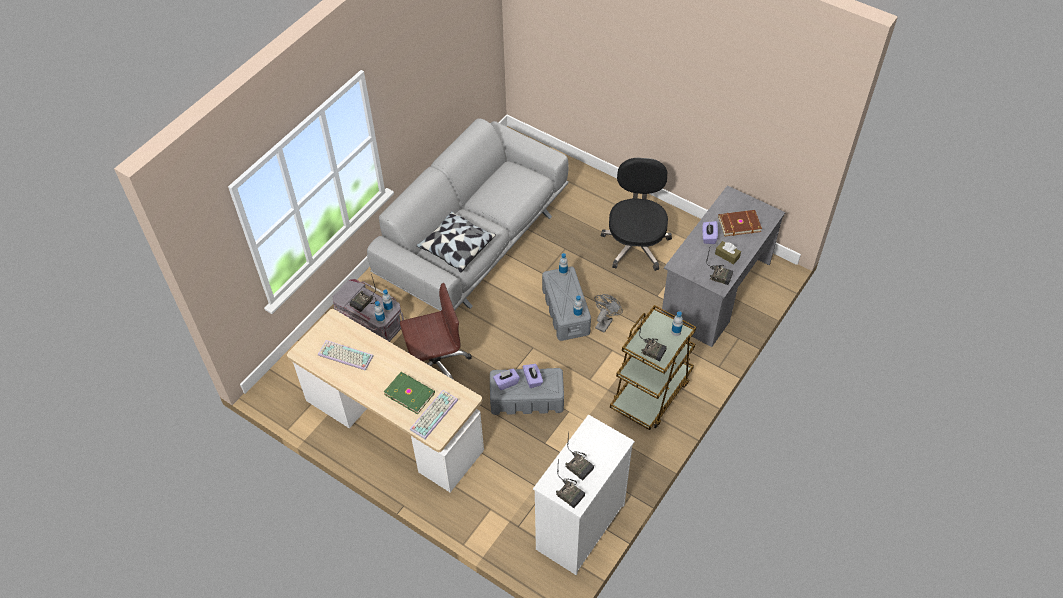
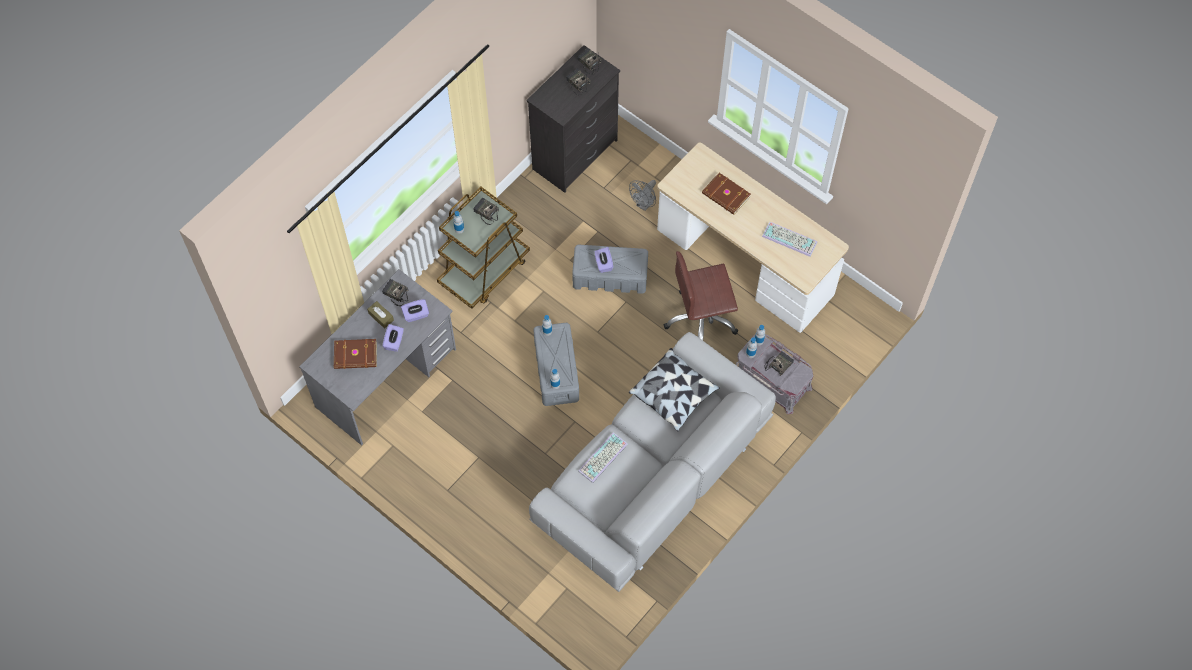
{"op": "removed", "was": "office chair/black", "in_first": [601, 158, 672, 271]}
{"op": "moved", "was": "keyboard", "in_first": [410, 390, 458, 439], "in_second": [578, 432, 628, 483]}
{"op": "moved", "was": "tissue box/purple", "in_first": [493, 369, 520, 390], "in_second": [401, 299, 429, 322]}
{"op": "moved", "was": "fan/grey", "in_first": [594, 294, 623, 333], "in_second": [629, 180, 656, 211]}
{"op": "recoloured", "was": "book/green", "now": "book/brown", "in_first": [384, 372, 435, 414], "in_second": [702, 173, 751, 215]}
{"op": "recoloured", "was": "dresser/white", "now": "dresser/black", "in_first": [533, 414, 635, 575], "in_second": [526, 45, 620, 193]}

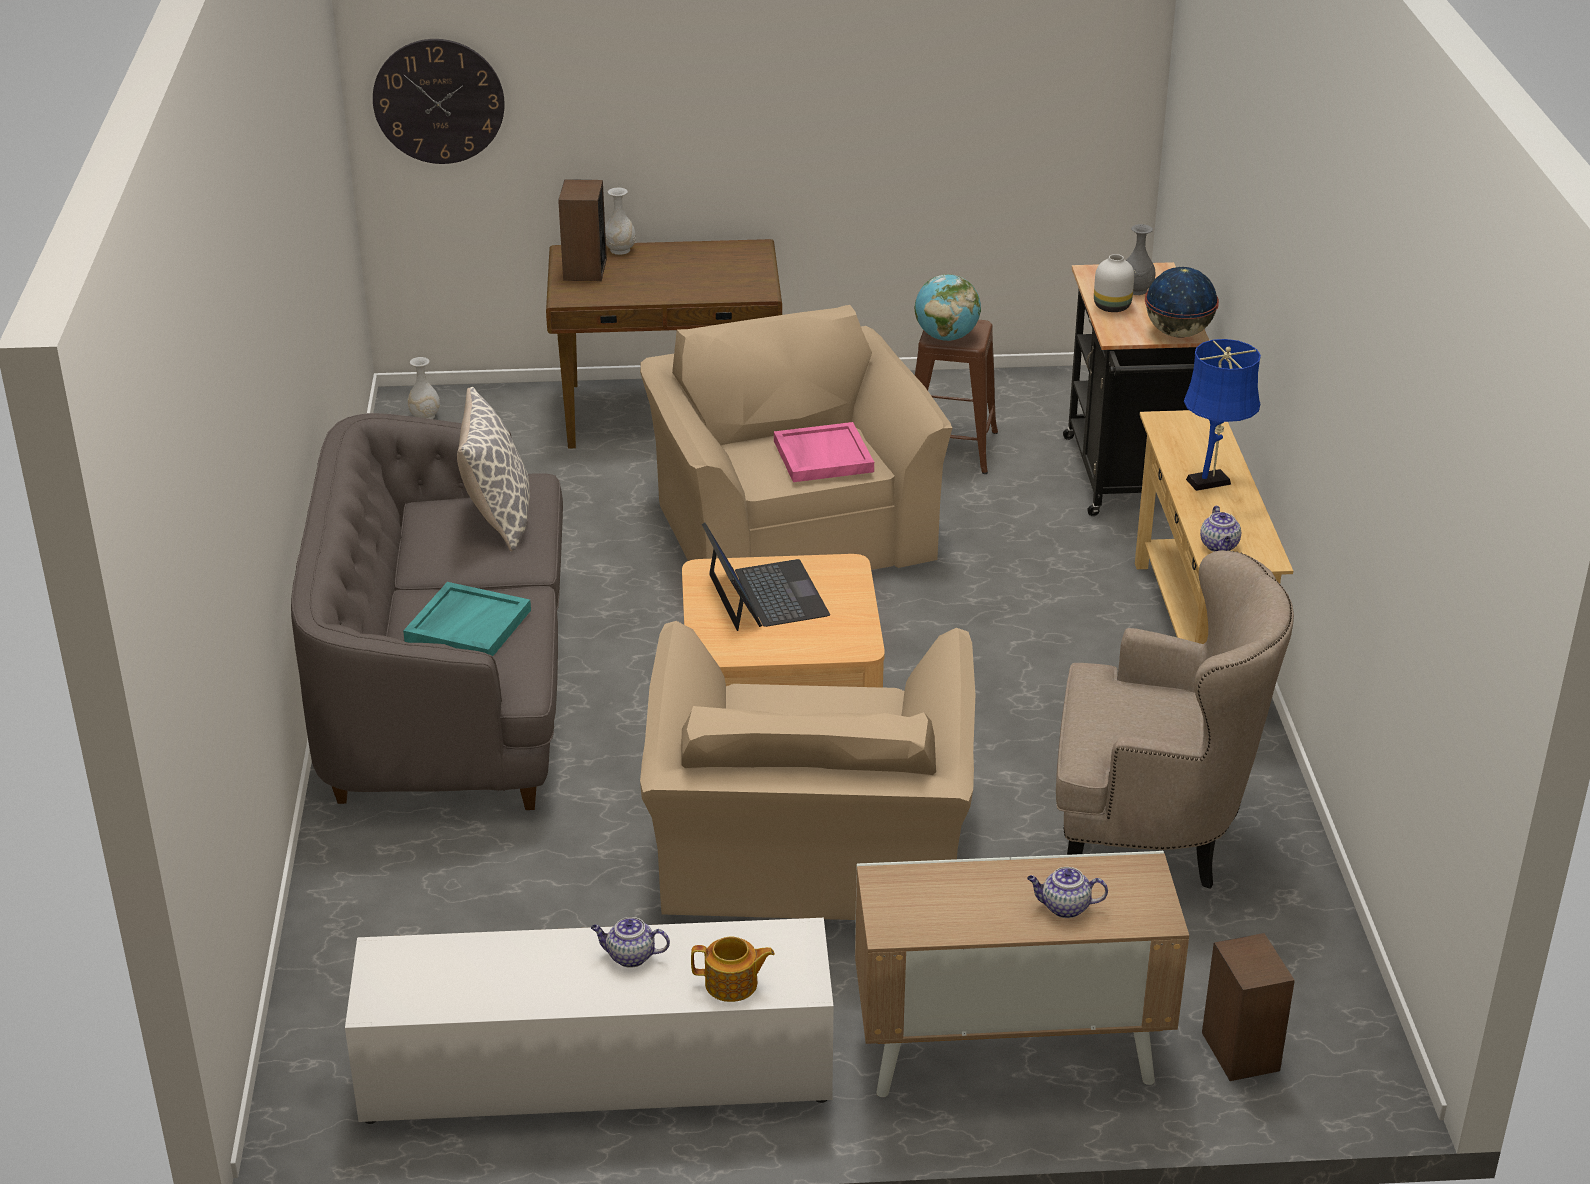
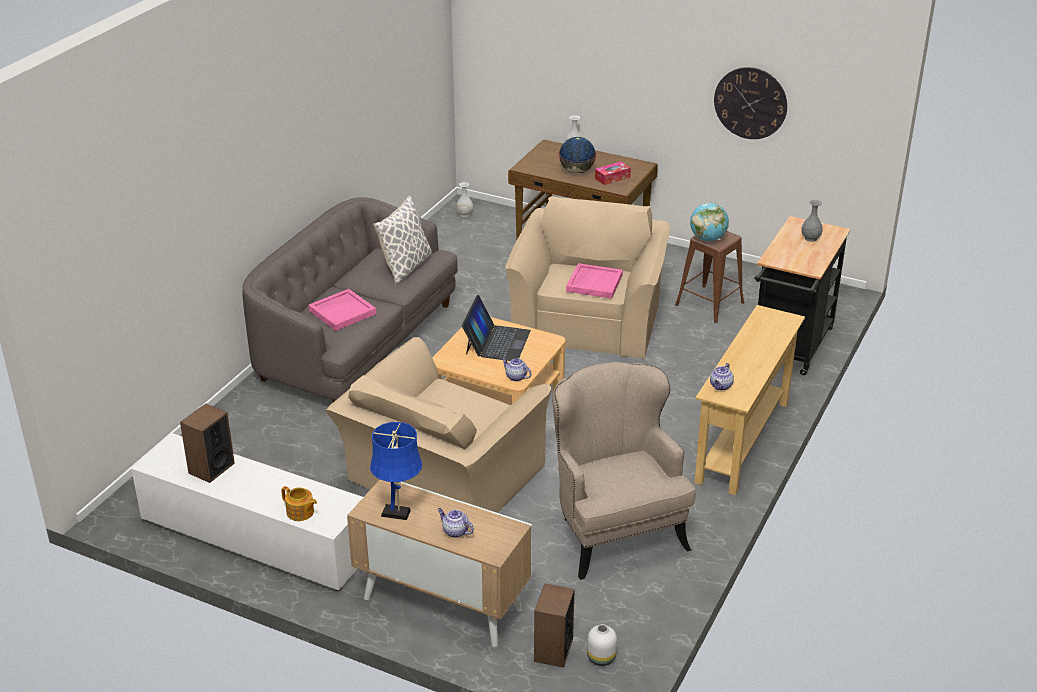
{"op": "added", "now": "tissue box", "in_second": [595, 162, 631, 185]}
{"op": "moved", "was": "wall clock", "in_first": [373, 39, 505, 164], "in_second": [714, 67, 787, 139]}
{"op": "moved", "was": "speaker", "in_first": [558, 179, 607, 281], "in_second": [180, 404, 235, 483]}
{"op": "moved", "was": "teapot", "in_first": [591, 917, 670, 968], "in_second": [502, 357, 531, 381]}
{"op": "moved", "was": "vase/white", "in_first": [1094, 254, 1134, 312], "in_second": [587, 624, 617, 666]}
{"op": "moved", "was": "globe", "in_first": [1145, 267, 1219, 337], "in_second": [558, 137, 596, 174]}
{"op": "moved", "was": "table lamp/blue", "in_first": [1184, 339, 1261, 491], "in_second": [370, 422, 422, 520]}
{"op": "recoloured", "was": "tray/turquoise", "now": "tray/pink", "in_first": [403, 582, 531, 656], "in_second": [308, 289, 376, 331]}
{"op": "turned", "was": "armchair/beige", "in_first": [1056, 550, 1294, 889], "in_second": [552, 362, 695, 580], "clockwise": -150}

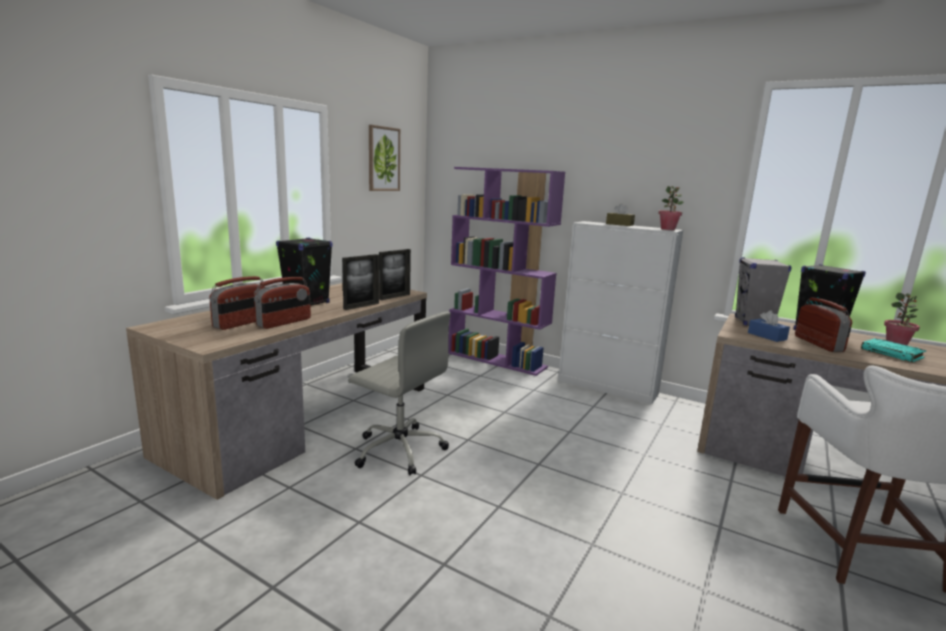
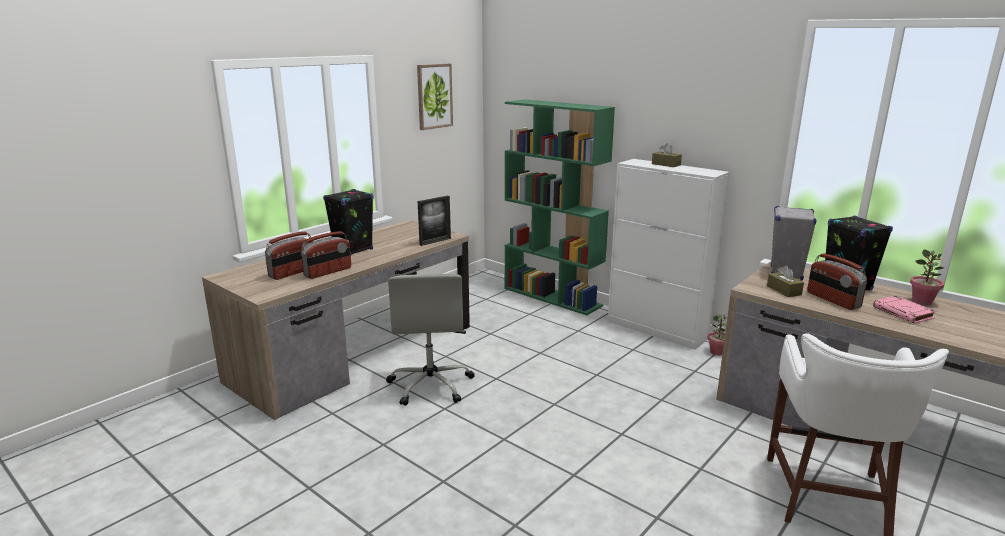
{"op": "removed", "was": "picture frame", "in_first": [342, 254, 379, 310]}
{"op": "moved", "was": "potted plant", "in_first": [658, 186, 684, 230], "in_second": [707, 314, 727, 355]}
{"op": "recoloured", "was": "bookcase/purple", "now": "bookcase/green", "in_first": [448, 167, 565, 376], "in_second": [505, 99, 615, 315]}
{"op": "recoloured", "was": "tissue box/blue", "now": "tissue box/brown", "in_first": [748, 310, 790, 342], "in_second": [767, 265, 804, 297]}
{"op": "recoloured", "was": "book/turquoise", "now": "book/pink", "in_first": [861, 338, 927, 362], "in_second": [873, 296, 936, 324]}
{"op": "turned", "was": "office chair/grey", "in_first": [348, 312, 451, 475], "in_second": [386, 274, 475, 406], "clockwise": 45}
{"op": "turned", "was": "radio", "in_first": [795, 298, 852, 352], "in_second": [807, 253, 867, 310], "clockwise": 150}

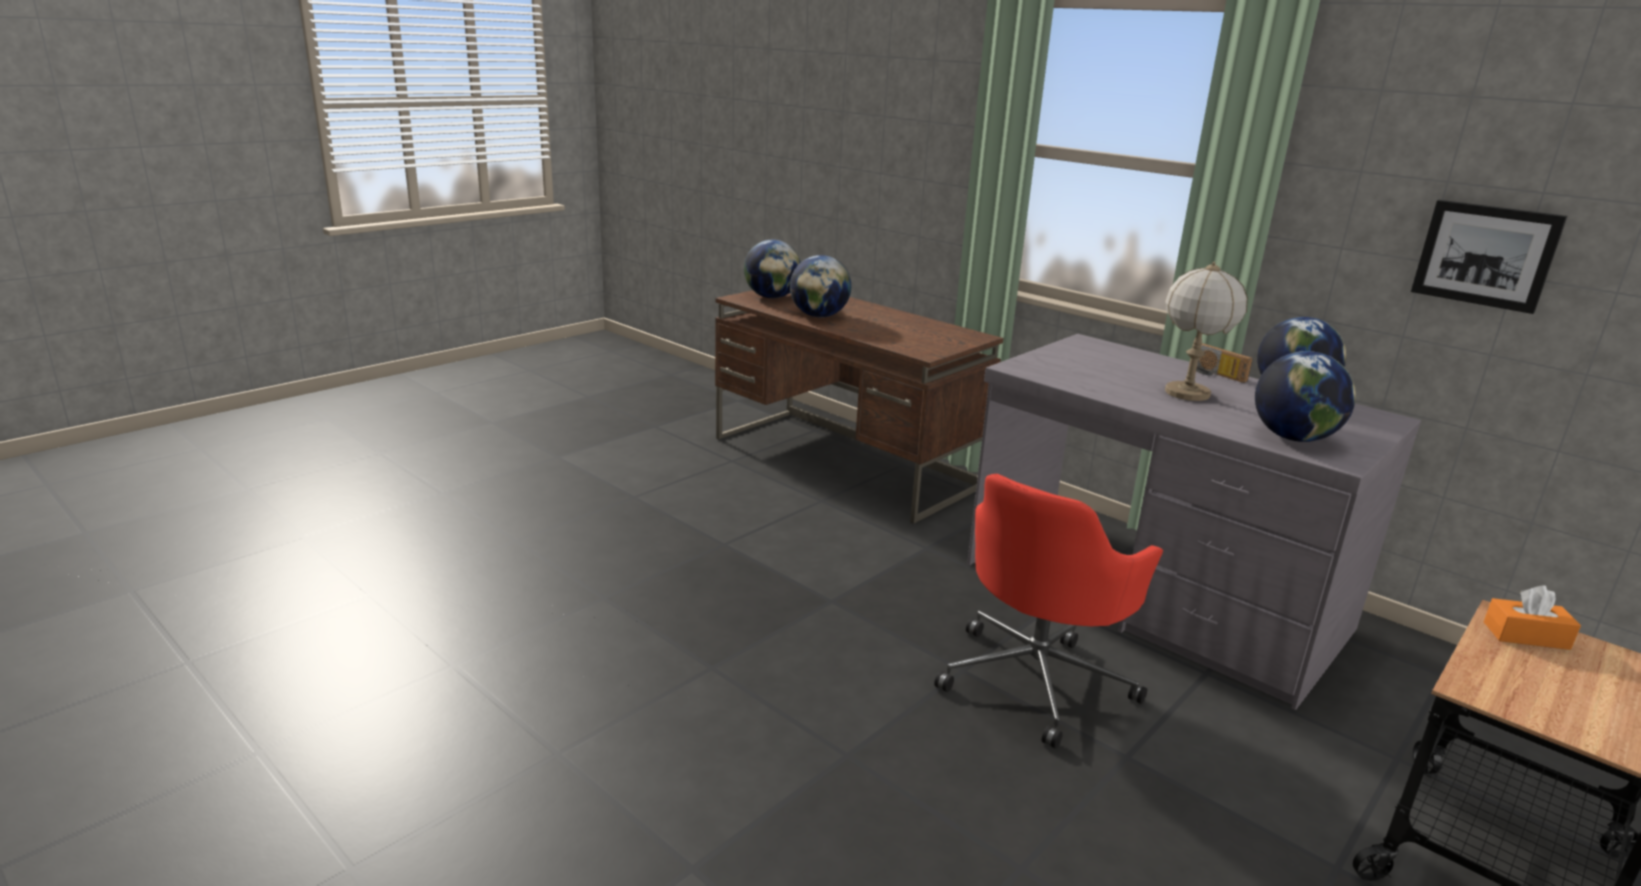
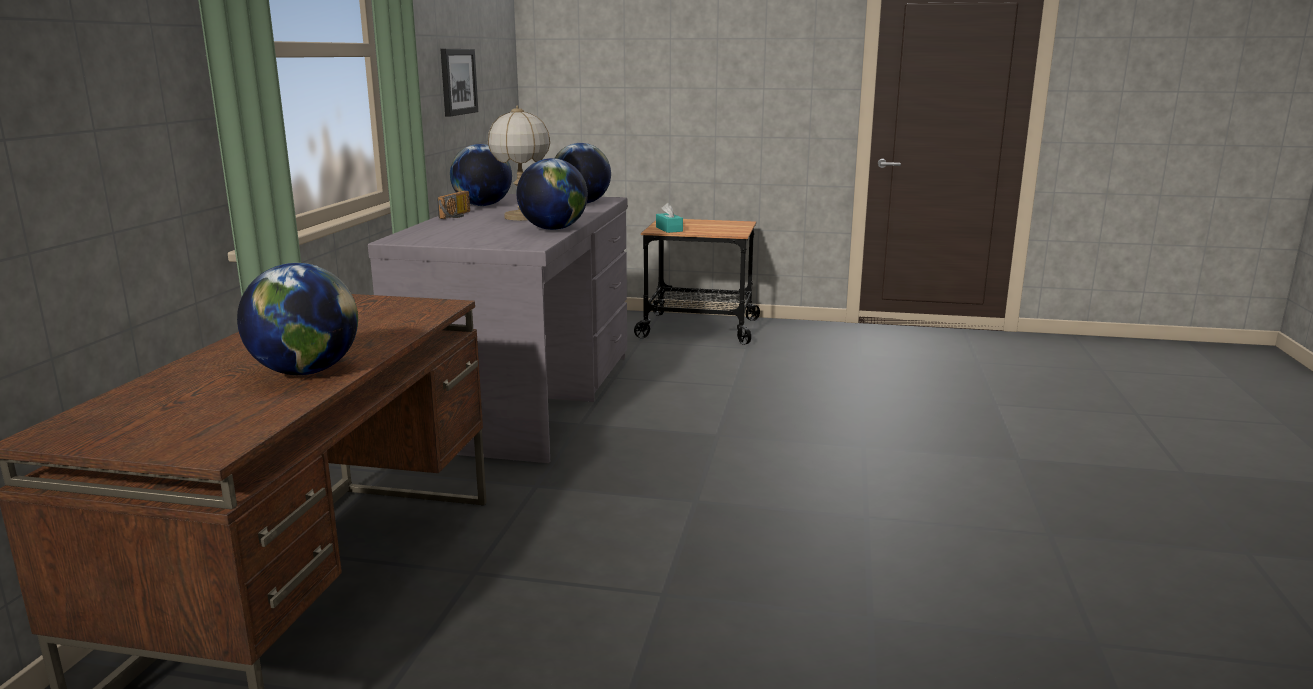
{"op": "removed", "was": "office chair/red", "in_first": [934, 474, 1163, 749]}
{"op": "moved", "was": "globe", "in_first": [744, 240, 801, 298], "in_second": [517, 158, 588, 230]}
{"op": "recoloured", "was": "tissue box/orange", "now": "tissue box/turquoise", "in_first": [1484, 586, 1581, 650], "in_second": [656, 203, 683, 233]}

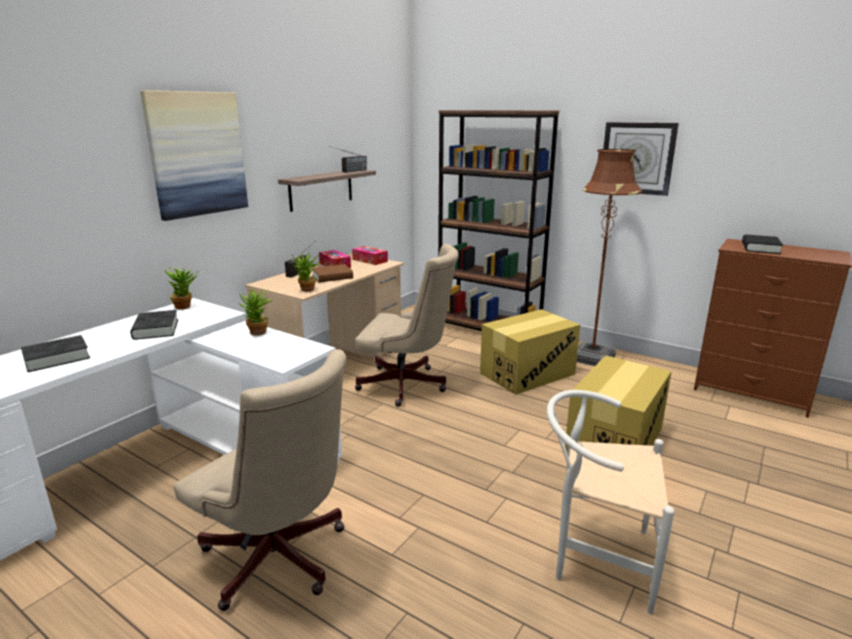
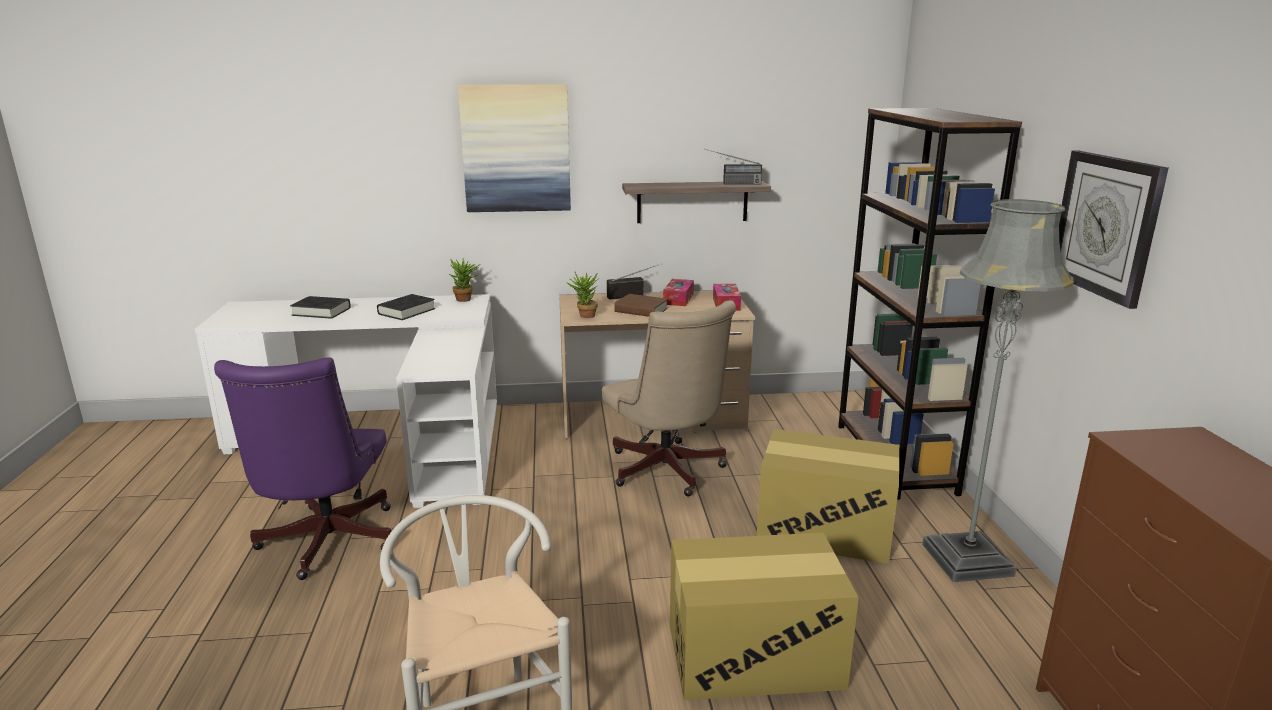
{"op": "removed", "was": "potted plant", "in_first": [239, 287, 272, 336]}
{"op": "removed", "was": "book/black", "in_first": [742, 235, 783, 254]}
{"op": "recoloured", "was": "office chair/beige", "now": "office chair/purple", "in_first": [174, 349, 347, 611], "in_second": [214, 357, 391, 580]}
{"op": "recoloured", "was": "floor lamp/brown", "now": "floor lamp/grey", "in_first": [577, 149, 642, 366], "in_second": [922, 199, 1074, 582]}

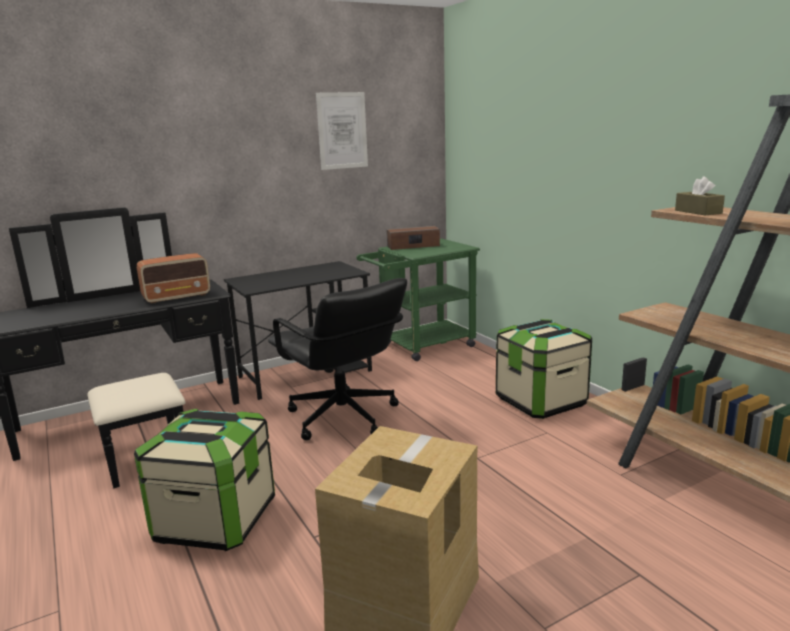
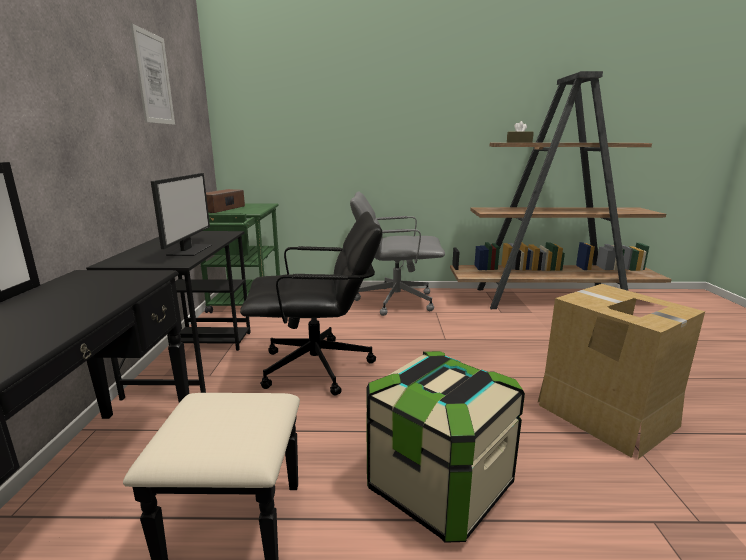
{"op": "removed", "was": "radio", "in_first": [137, 253, 210, 304]}
{"op": "added", "now": "monitor", "in_second": [151, 173, 212, 256]}
{"op": "replaced", "was": "storage box", "now": "office chair/grey", "in_first": [496, 319, 592, 419], "in_second": [350, 191, 445, 316]}

